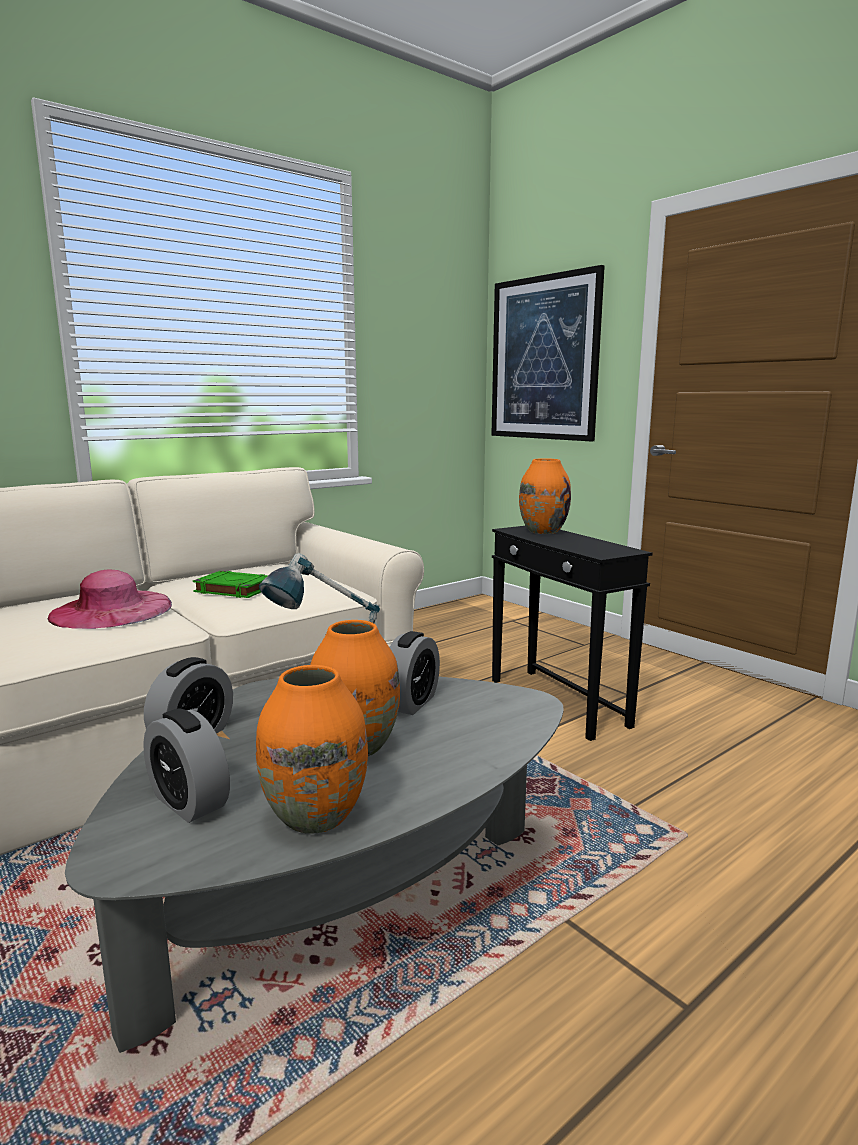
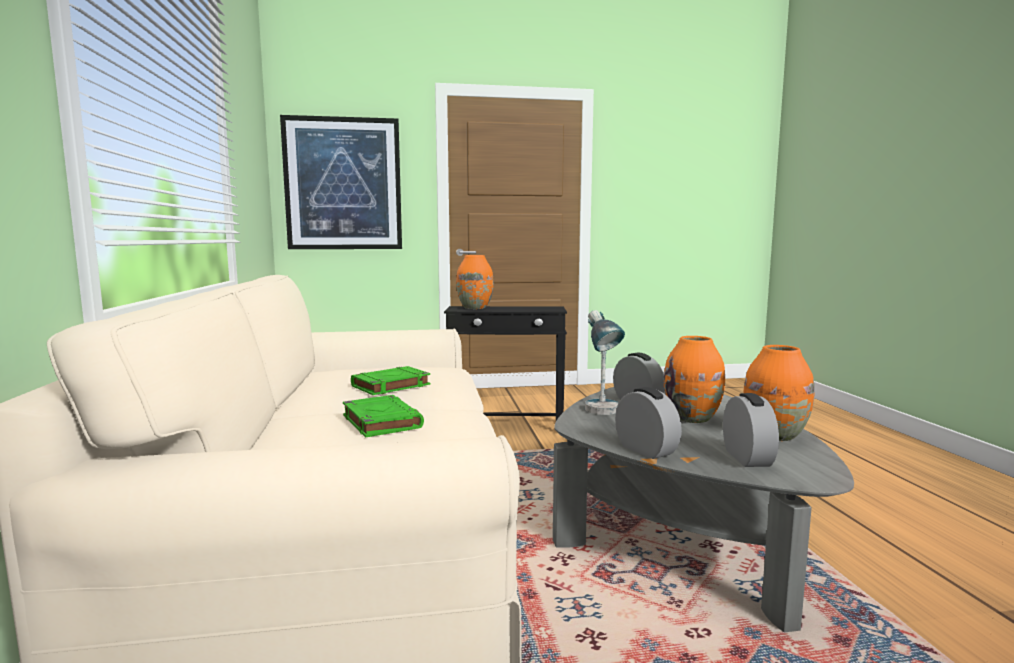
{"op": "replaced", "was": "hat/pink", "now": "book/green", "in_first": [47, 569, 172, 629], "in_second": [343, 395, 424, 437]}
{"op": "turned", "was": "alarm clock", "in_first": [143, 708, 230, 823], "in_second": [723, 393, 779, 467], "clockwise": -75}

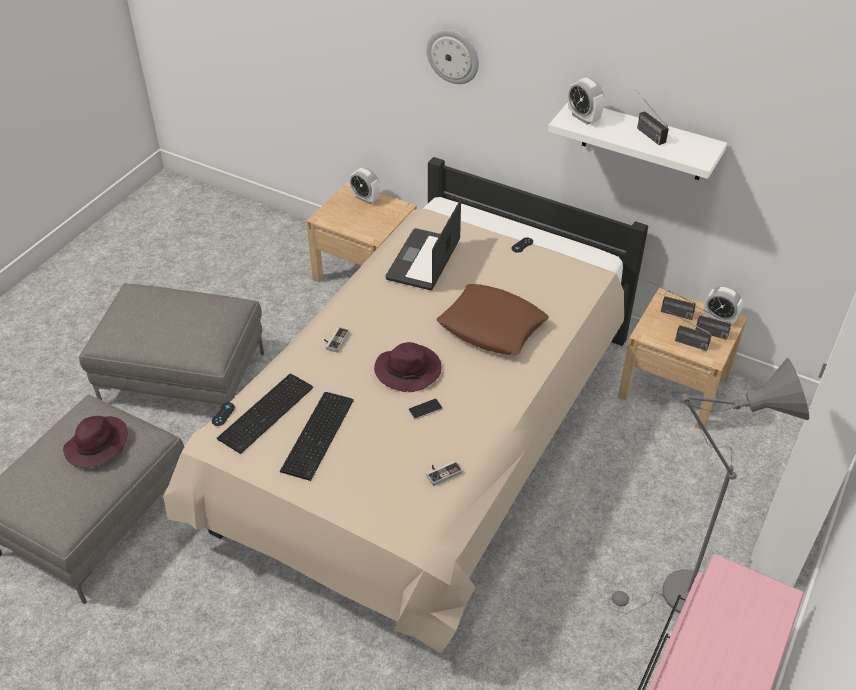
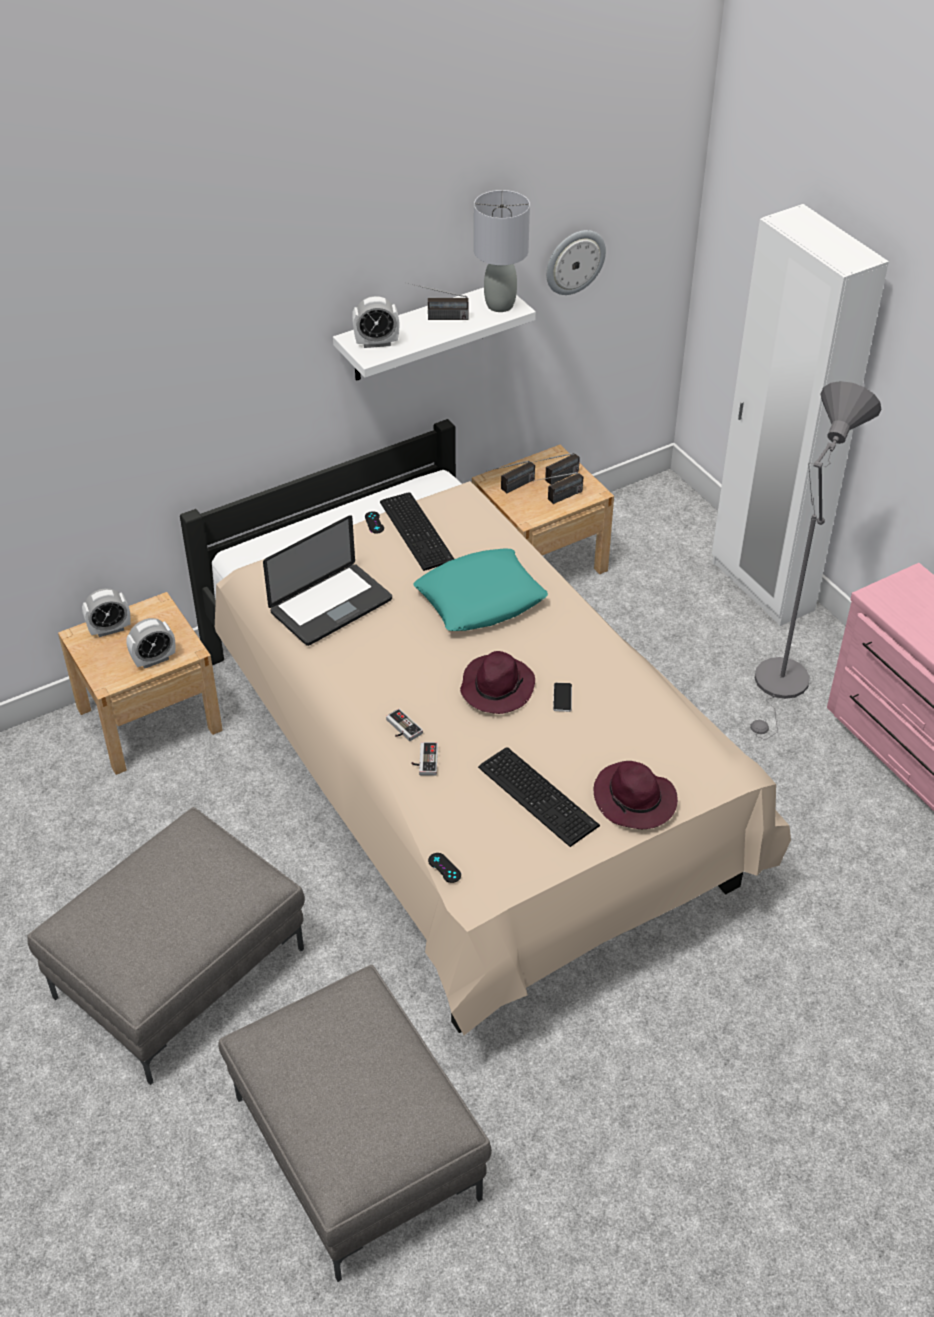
{"op": "added", "now": "table lamp/grey", "in_second": [474, 190, 530, 312]}
{"op": "moved", "was": "hat/purple", "in_first": [63, 416, 128, 468], "in_second": [594, 761, 678, 829]}
{"op": "moved", "was": "keyboard", "in_first": [216, 374, 313, 454], "in_second": [380, 492, 454, 571]}
{"op": "moved", "was": "game controller", "in_first": [426, 460, 462, 486], "in_second": [411, 742, 438, 776]}
{"op": "moved", "was": "wall clock", "in_first": [427, 29, 479, 84], "in_second": [546, 230, 606, 295]}
{"op": "moved", "was": "alarm clock", "in_first": [704, 286, 743, 324], "in_second": [126, 618, 176, 669]}
{"op": "recoloured", "was": "pillow/brown", "now": "pillow/turquoise", "in_first": [437, 284, 549, 355], "in_second": [413, 549, 548, 631]}
{"op": "turned", "was": "laptop", "in_first": [386, 200, 461, 290], "in_second": [263, 515, 392, 646], "clockwise": -90}

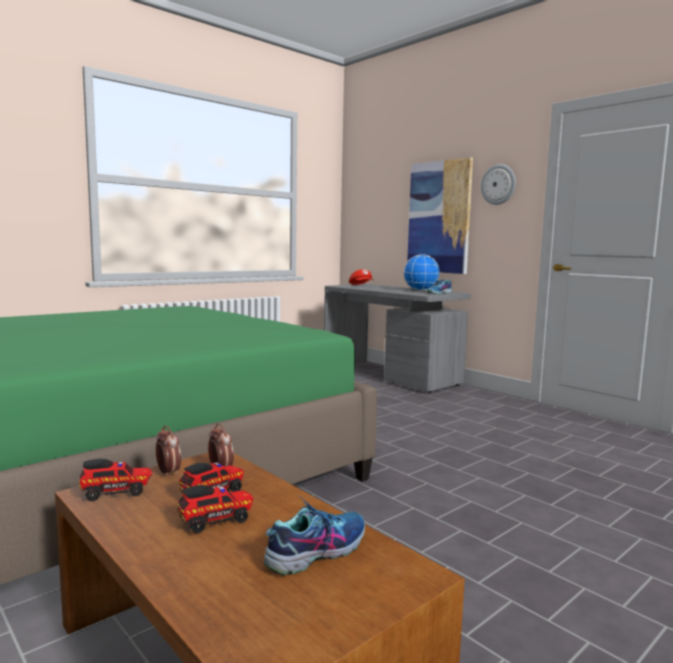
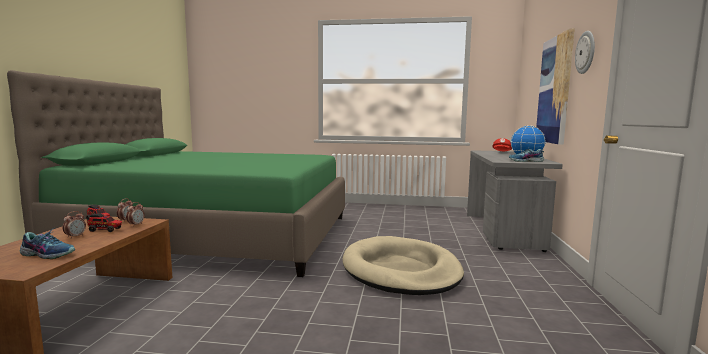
{"op": "added", "now": "dog bed/beige", "in_second": [342, 236, 464, 295]}
{"op": "replaced", "was": "toy truck", "now": "alarm clock", "in_first": [177, 485, 253, 534], "in_second": [63, 211, 86, 239]}

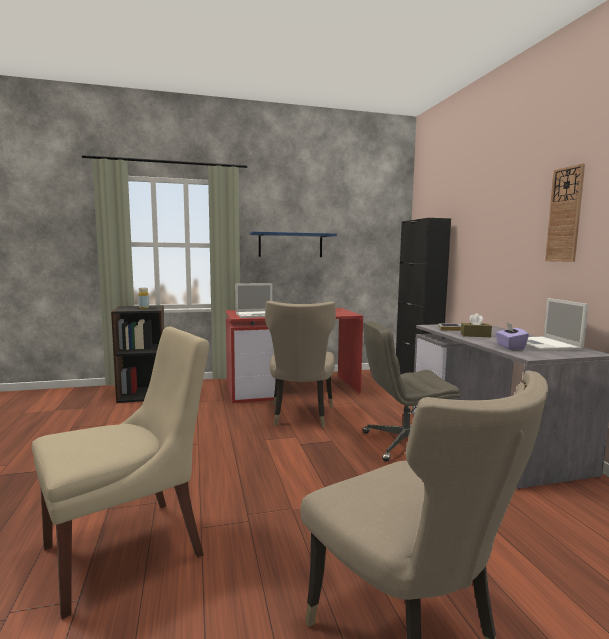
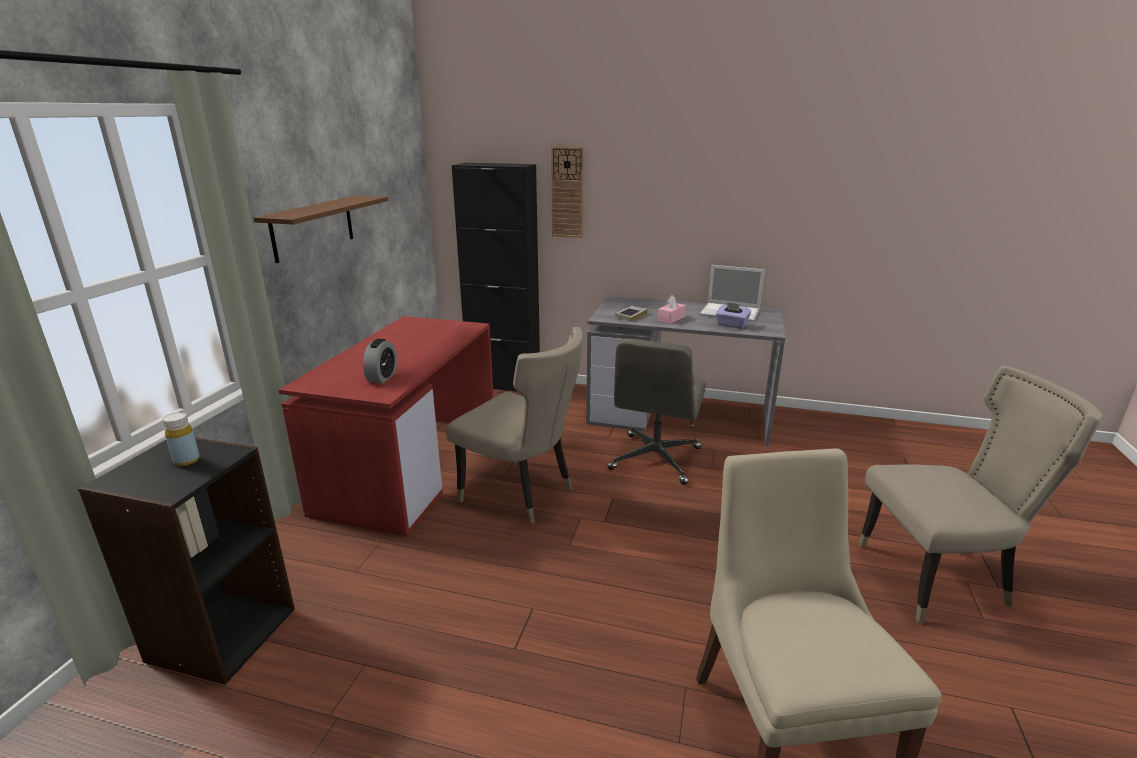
{"op": "moved", "was": "wall clock", "in_first": [545, 163, 585, 262], "in_second": [551, 147, 584, 238]}
{"op": "replaced", "was": "laptop", "now": "alarm clock", "in_first": [235, 283, 272, 318], "in_second": [363, 339, 397, 383]}
{"op": "recoloured", "was": "shelf/blue", "now": "shelf/brown", "in_first": [250, 232, 337, 257], "in_second": [254, 195, 388, 263]}
{"op": "recoloured", "was": "tissue box/brown", "now": "tissue box/pink", "in_first": [461, 313, 492, 337], "in_second": [657, 295, 686, 324]}

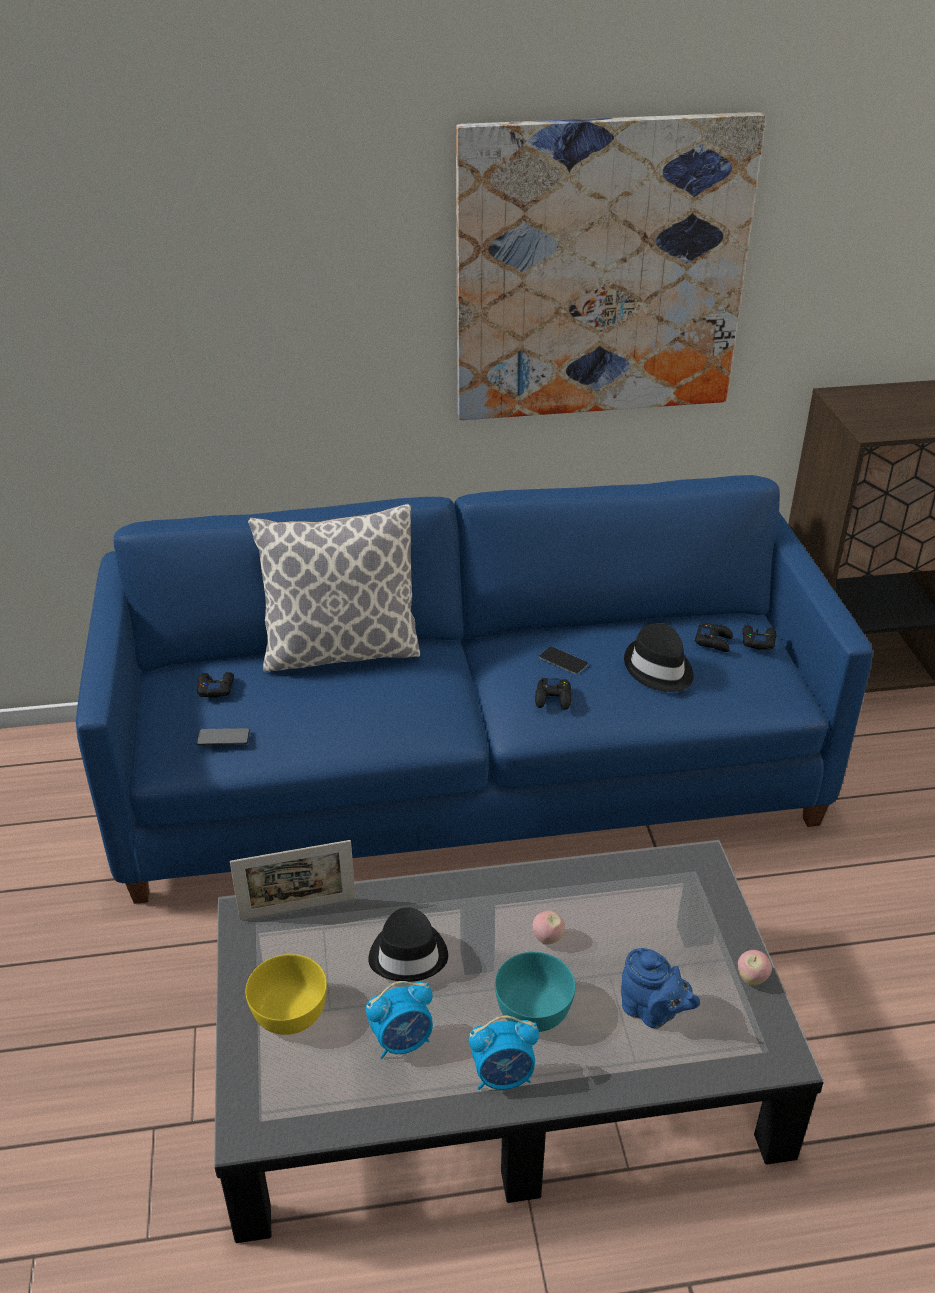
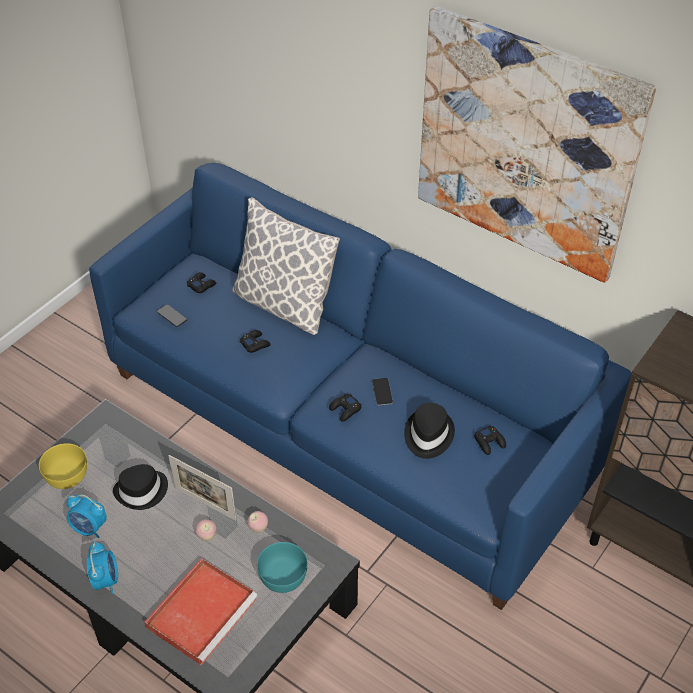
{"op": "moved", "was": "picture frame", "in_first": [230, 840, 356, 920], "in_second": [169, 455, 236, 521]}
{"op": "moved", "was": "bowl/turquoise", "in_first": [495, 952, 575, 1032], "in_second": [257, 542, 308, 593]}
{"op": "moved", "was": "apple", "in_first": [738, 950, 772, 986], "in_second": [247, 511, 268, 533]}
{"op": "moved", "was": "game controller/black", "in_first": [742, 625, 776, 650], "in_second": [240, 330, 271, 353]}
{"op": "replaced", "was": "teapot/blue", "now": "tray/red", "in_first": [621, 948, 700, 1029], "in_second": [144, 558, 258, 666]}
{"op": "turned", "was": "alarm clock", "in_first": [469, 1016, 539, 1090], "in_second": [87, 541, 118, 594], "clockwise": -135}

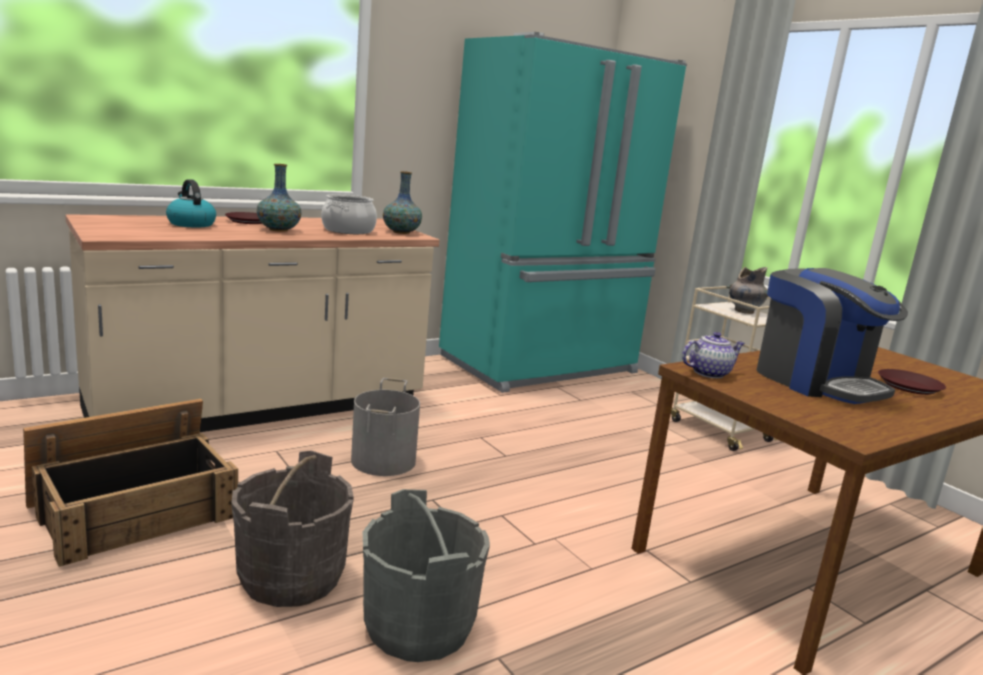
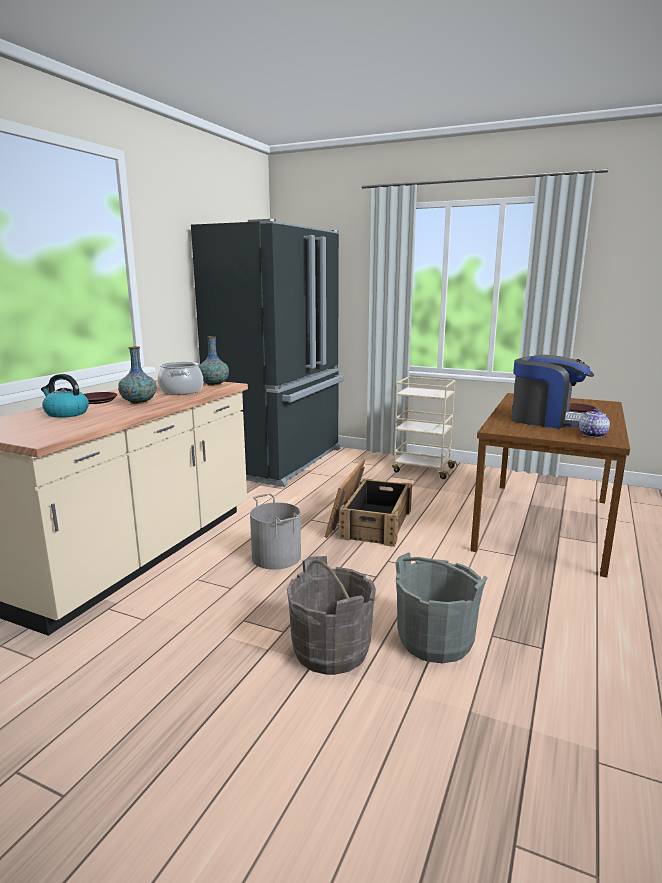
{"op": "removed", "was": "vase/grey", "in_first": [726, 267, 769, 314]}
{"op": "moved", "was": "crate", "in_first": [23, 399, 238, 567], "in_second": [325, 459, 412, 547]}
{"op": "moved", "was": "teapot", "in_first": [682, 332, 745, 378], "in_second": [579, 408, 610, 438]}
{"op": "recoloured", "was": "fridge/turquoise", "now": "fridge/black", "in_first": [439, 32, 687, 393], "in_second": [191, 219, 344, 487]}

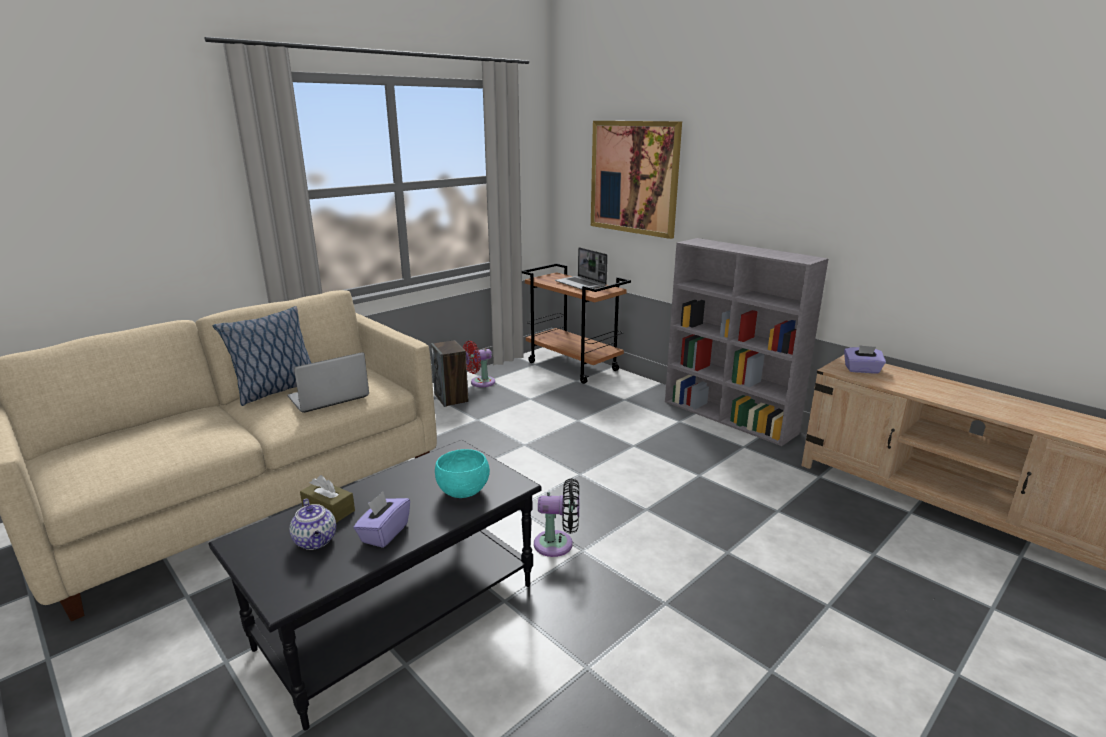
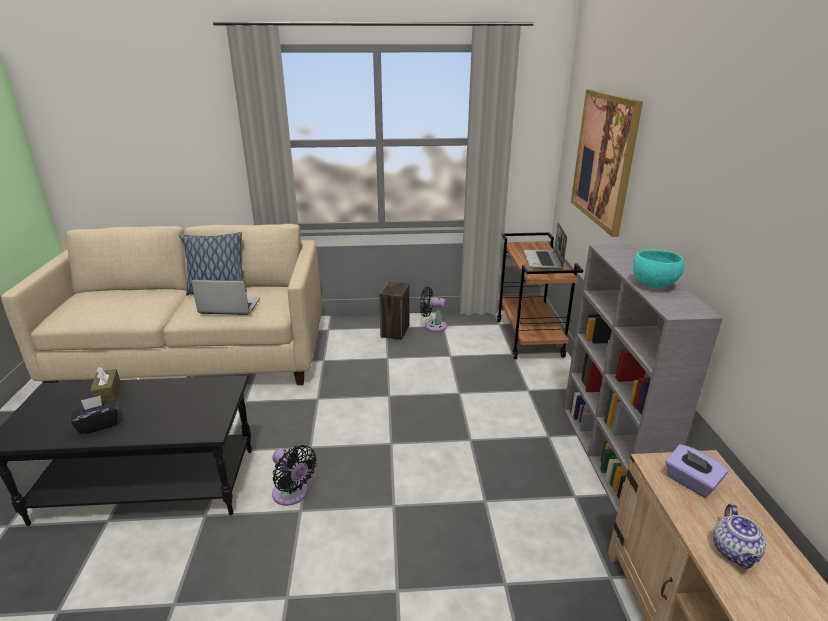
{"op": "moved", "was": "teapot", "in_first": [290, 499, 336, 550], "in_second": [713, 504, 766, 569]}
{"op": "moved", "was": "bowl/turquoise", "in_first": [435, 449, 490, 498], "in_second": [633, 250, 684, 288]}
{"op": "recoloured", "was": "tissue box/purple", "now": "tissue box/black", "in_first": [353, 492, 410, 548], "in_second": [70, 396, 117, 435]}
{"op": "recoloured", "was": "fan/red", "now": "fan/black", "in_first": [463, 341, 495, 387], "in_second": [420, 287, 447, 332]}

